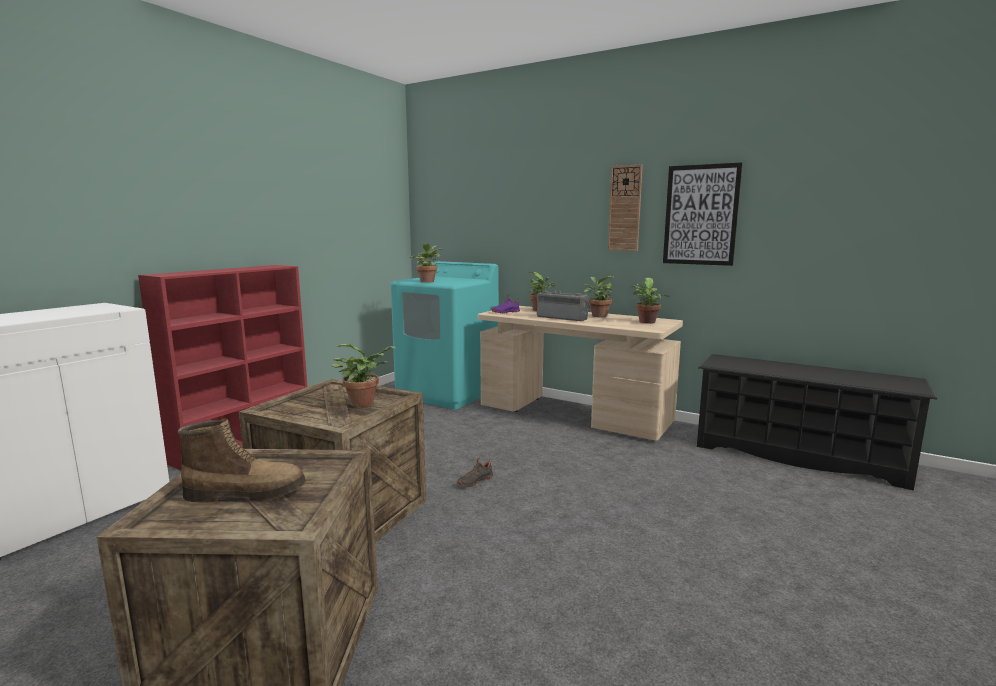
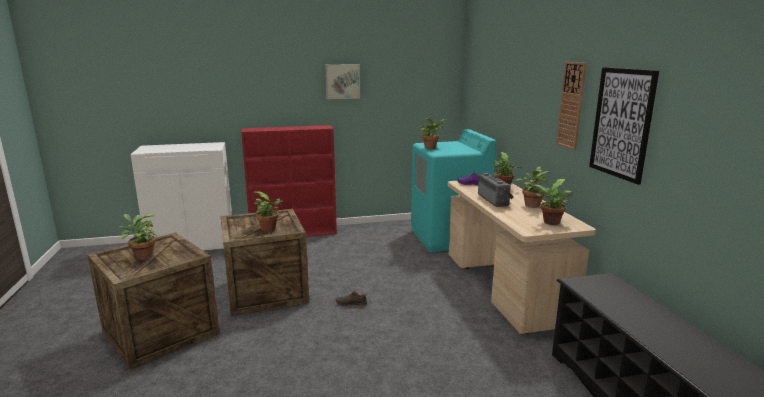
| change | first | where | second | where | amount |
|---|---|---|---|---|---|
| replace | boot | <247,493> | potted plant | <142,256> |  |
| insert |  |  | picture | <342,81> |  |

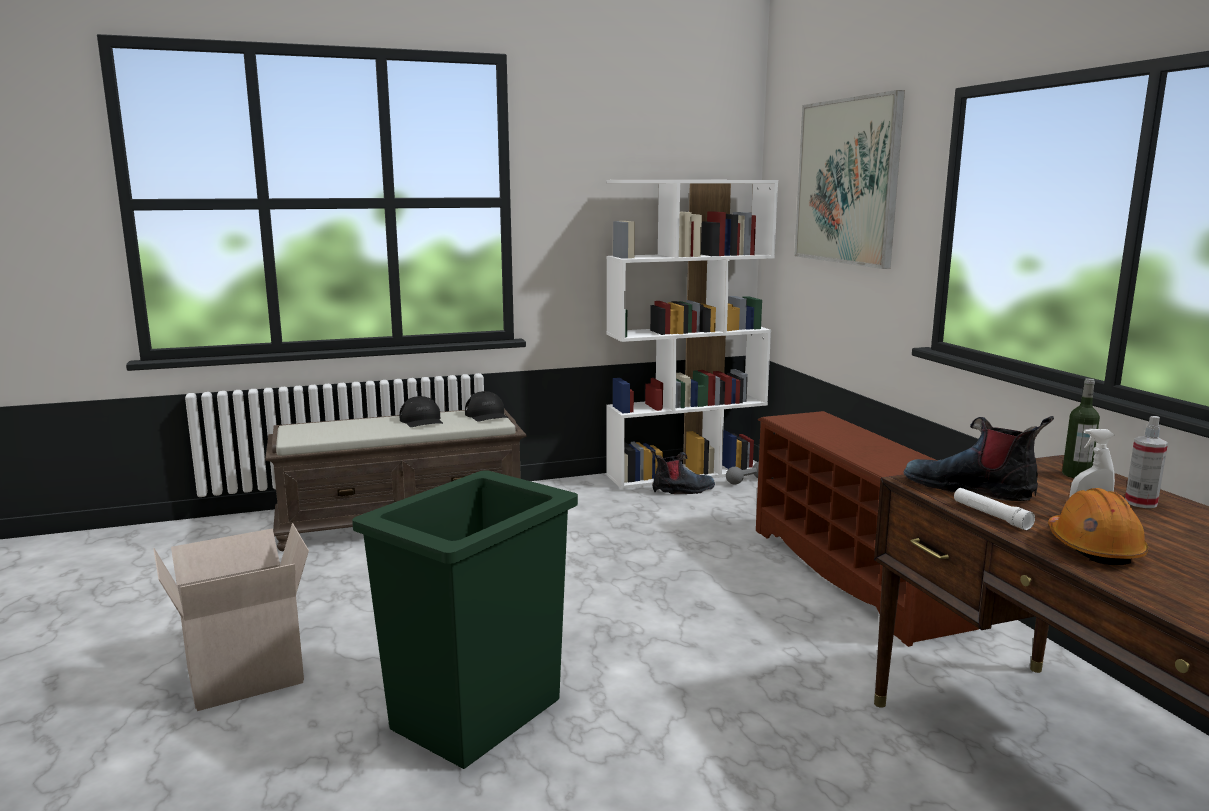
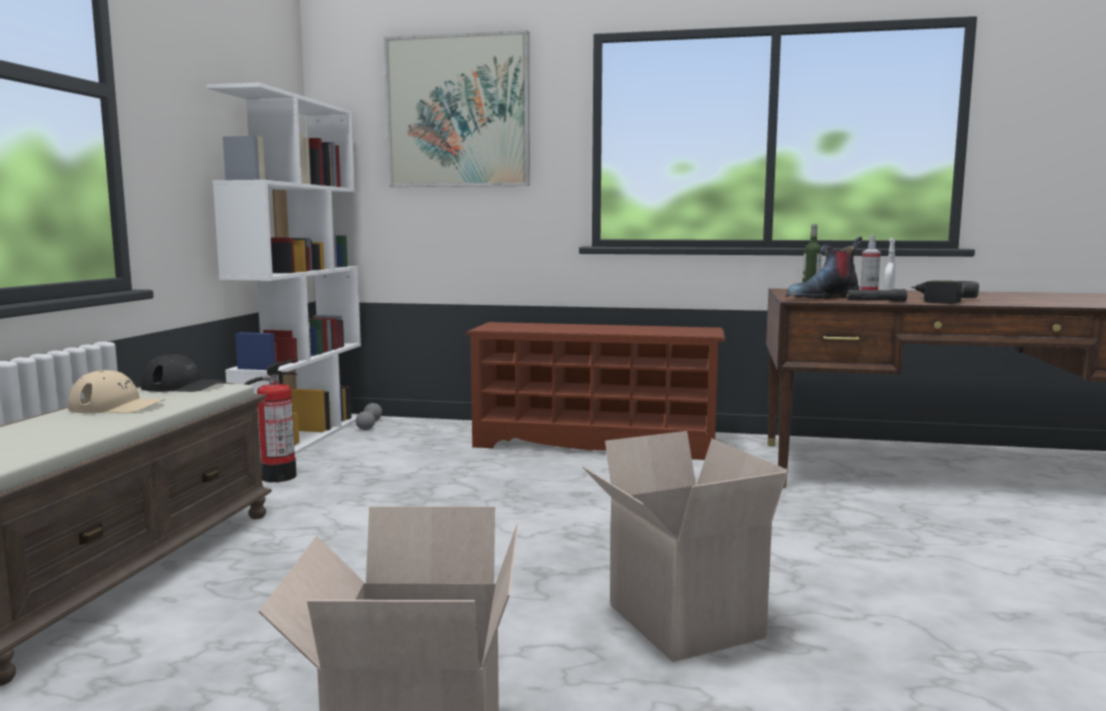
| change | first | where | second | where | amount |
|---|---|---|---|---|---|
| recolor | cap in black | <422,421> | cap in beige | <117,406> |  |
| insert |  |  | fire extinguisher | <278,477> |  |
| replace | trash can in green | <479,713> | cardboard box | <679,621> |  |
| recolor | flashlight in white | <991,516> | flashlight in black | <875,301> |  |
| replace | hard hat in orange | <1094,548> | power drill | <938,300> |  |
| delete | boot | <682,490> |  |  |  |

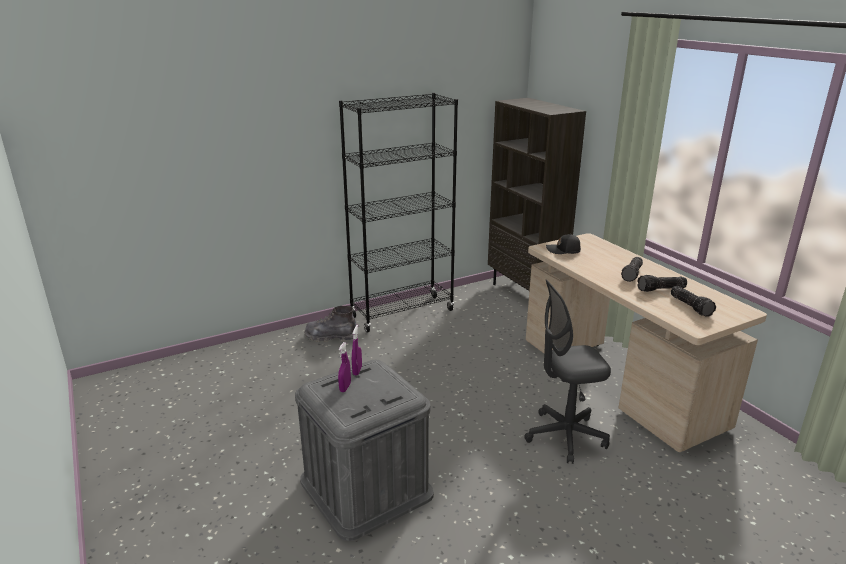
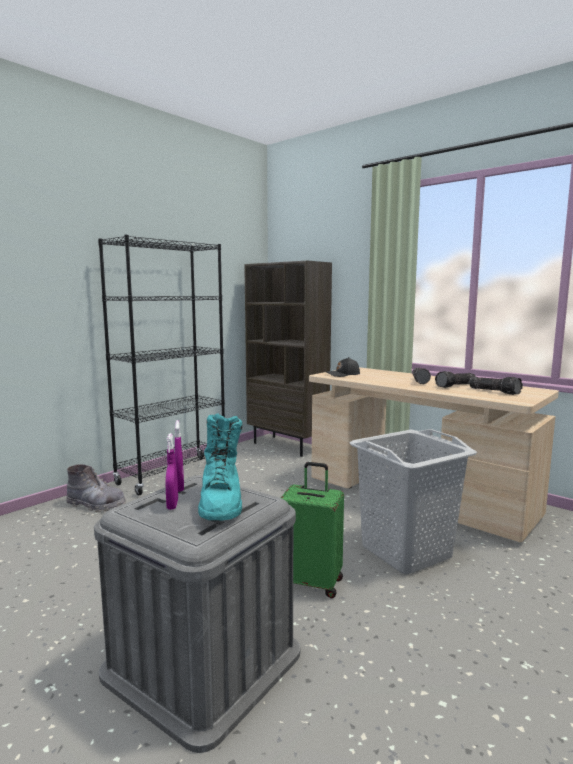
| change | first | where | second | where | amount |
|---|---|---|---|---|---|
| rotate | boot in grey | <331,337> |  | <96,505> | 150 degrees counterclockwise |
| insert |  |  | boot in turquoise | <221,503> |  |
| insert |  |  | suitcase in green | <311,582> |  |
| replace | office chair in grey | <565,436> | laundry basket in grey | <405,551> |  |

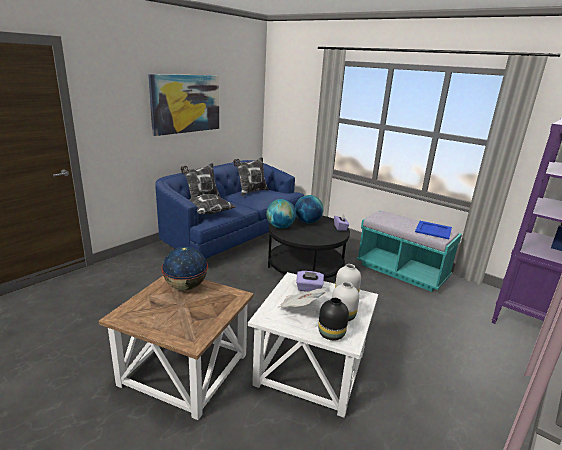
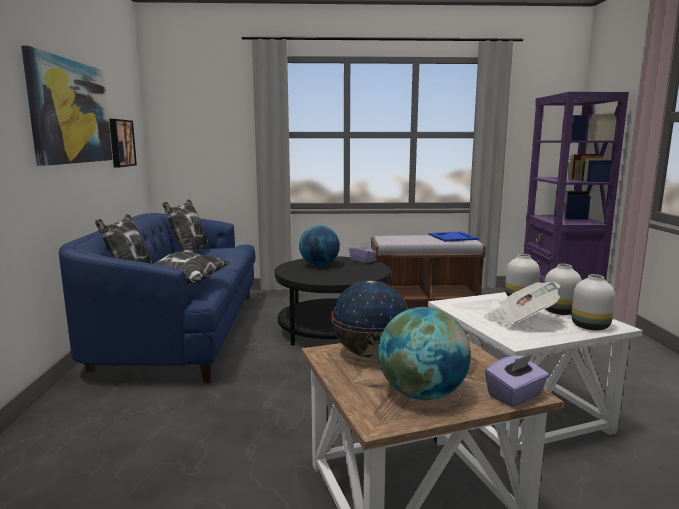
| change | first | where | second | where | amount |
|---|---|---|---|---|---|
| insert |  |  | picture | <120,143> |  |
| recolor | bench in turquoise | <401,271> | bench in brown | <423,300> |  |
| move | globe | <280,227> |  | <422,394> |  |
| move | tissue box in purple | <309,289> |  | <515,396> |  |
| recolor | vase in black | <331,334> | vase in white | <590,327> |  |

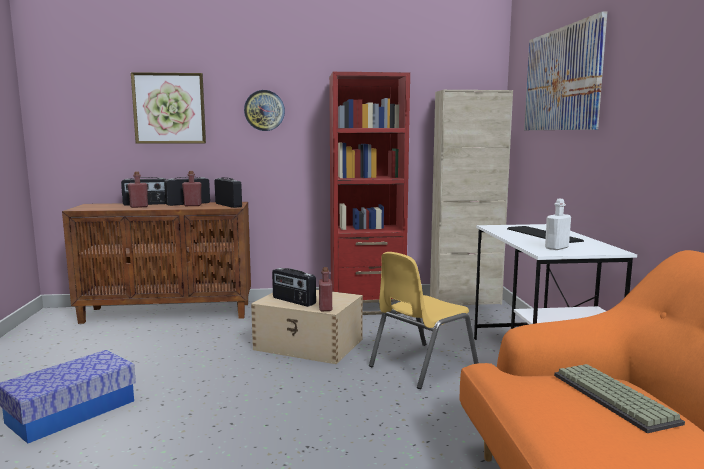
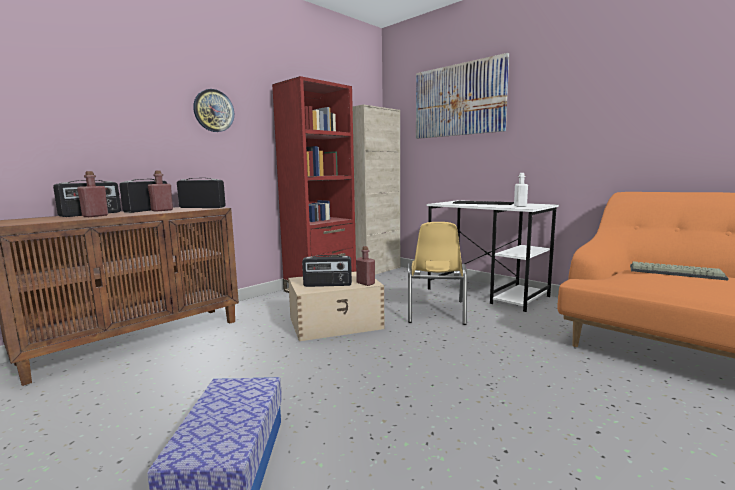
| change | first | where | second | where | amount |
|---|---|---|---|---|---|
| delete | picture | <169,108> |  |  |  |

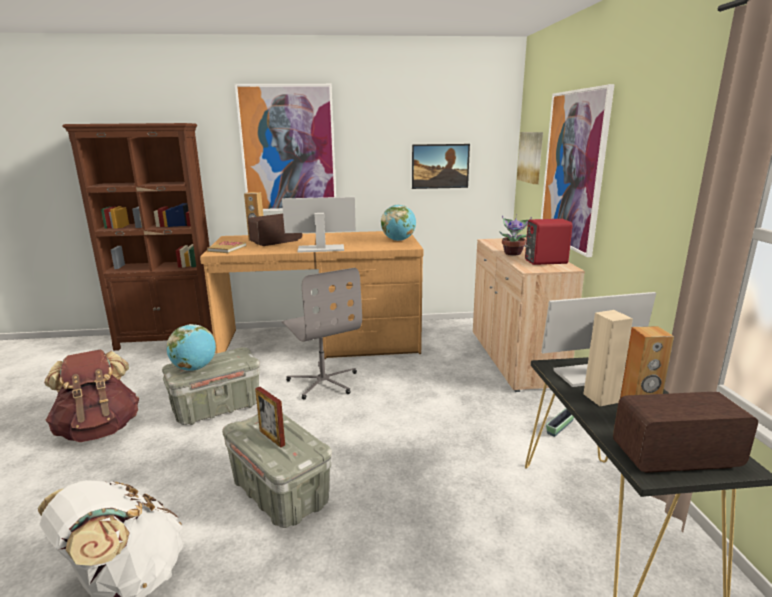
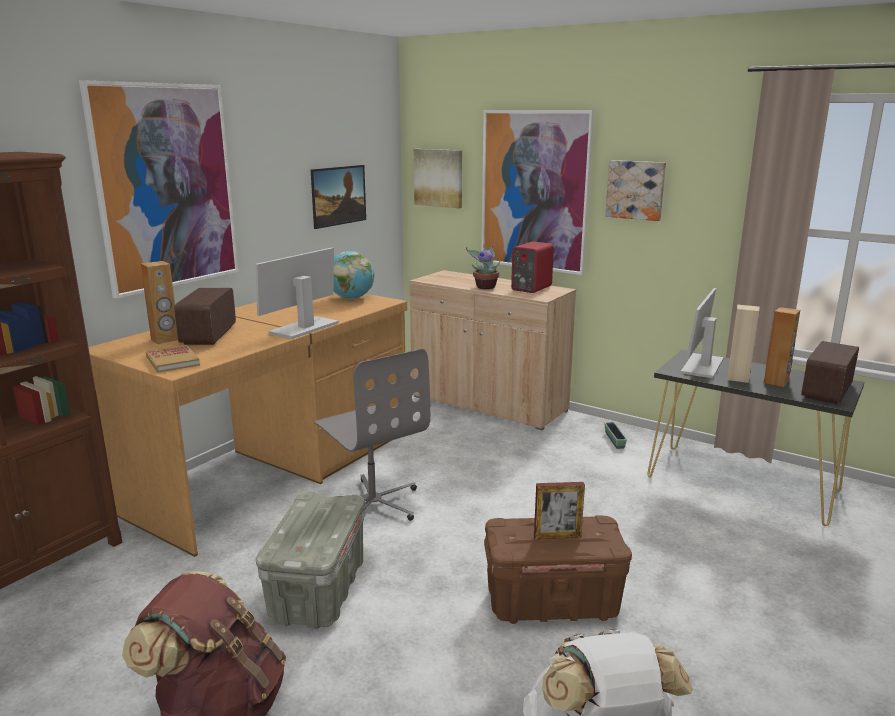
| change | first | where | second | where | amount |
|---|---|---|---|---|---|
| rotate | office chair in grey | <323,381> |  | <373,503> | 45 degrees clockwise |
| recolor | storage box in grey | <281,493> | storage box in brown | <553,602> |  |
| insert |  |  | picture | <636,190> |  |
| delete | globe | <194,368> |  |  |  |

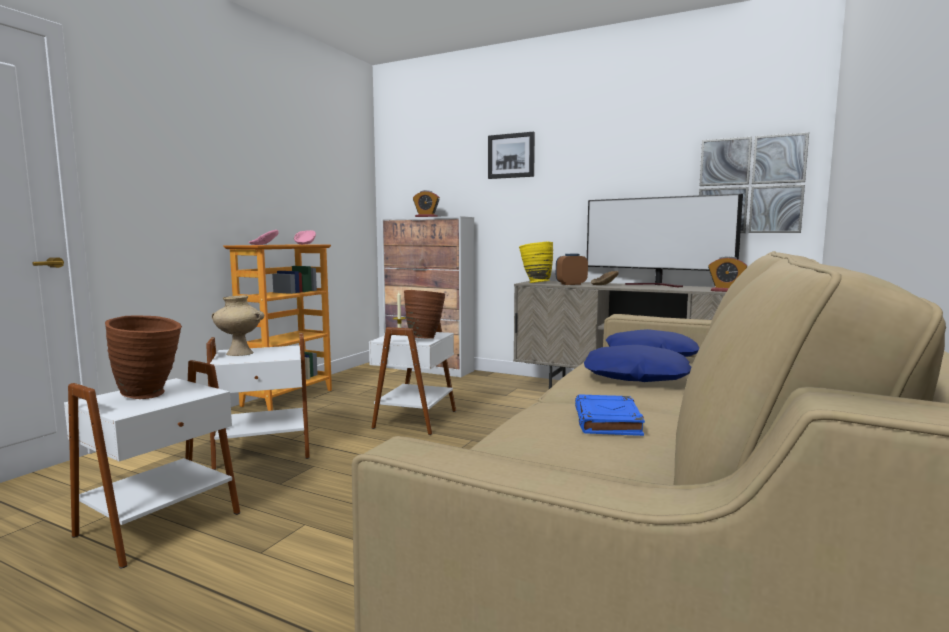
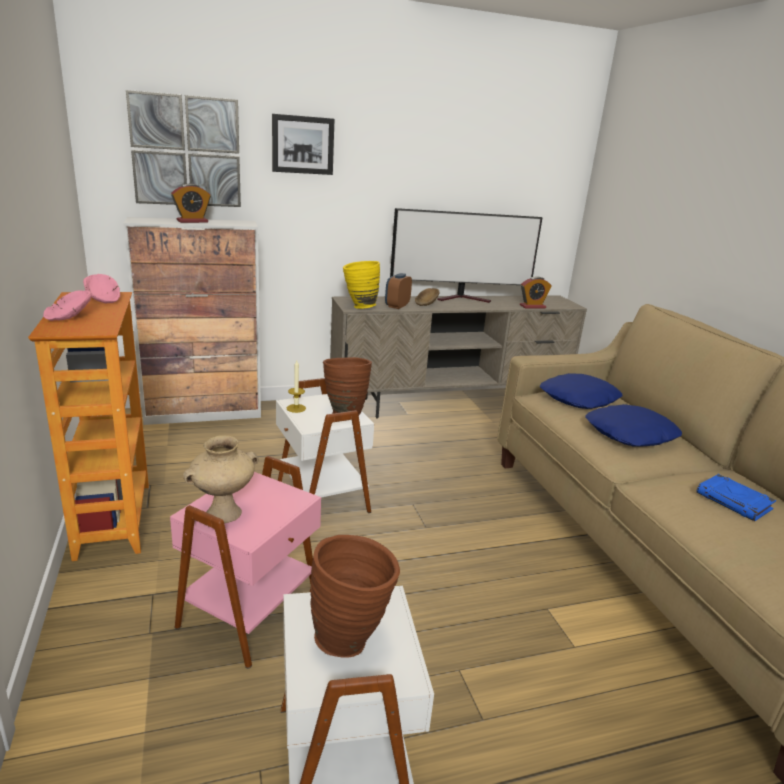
| change | first | where | second | where | amount |
|---|---|---|---|---|---|
| move | picture | <750,185> |  | <186,151> |  |
| recolor | side table in white | <263,451> | side table in pink | <252,612> |  |

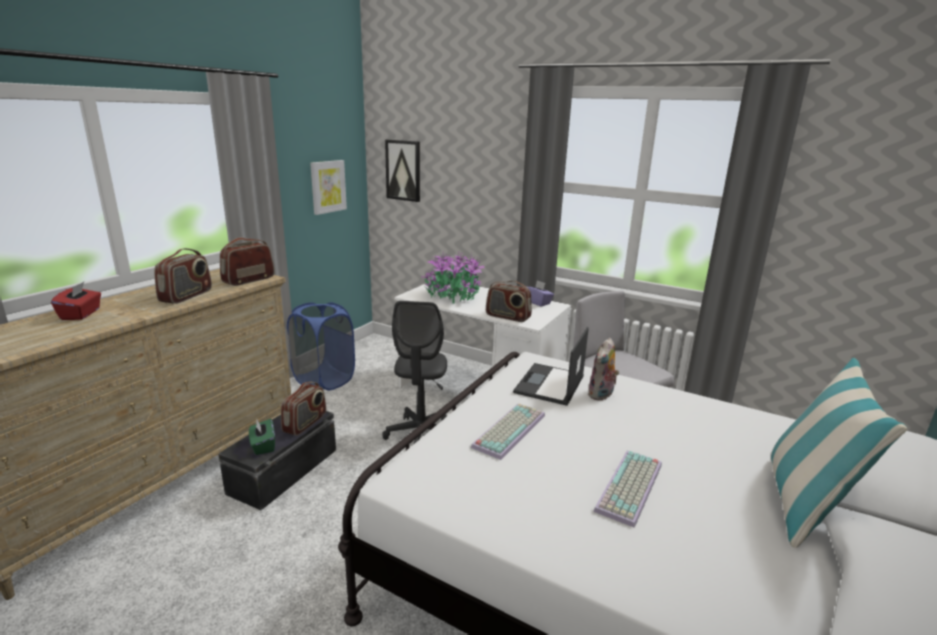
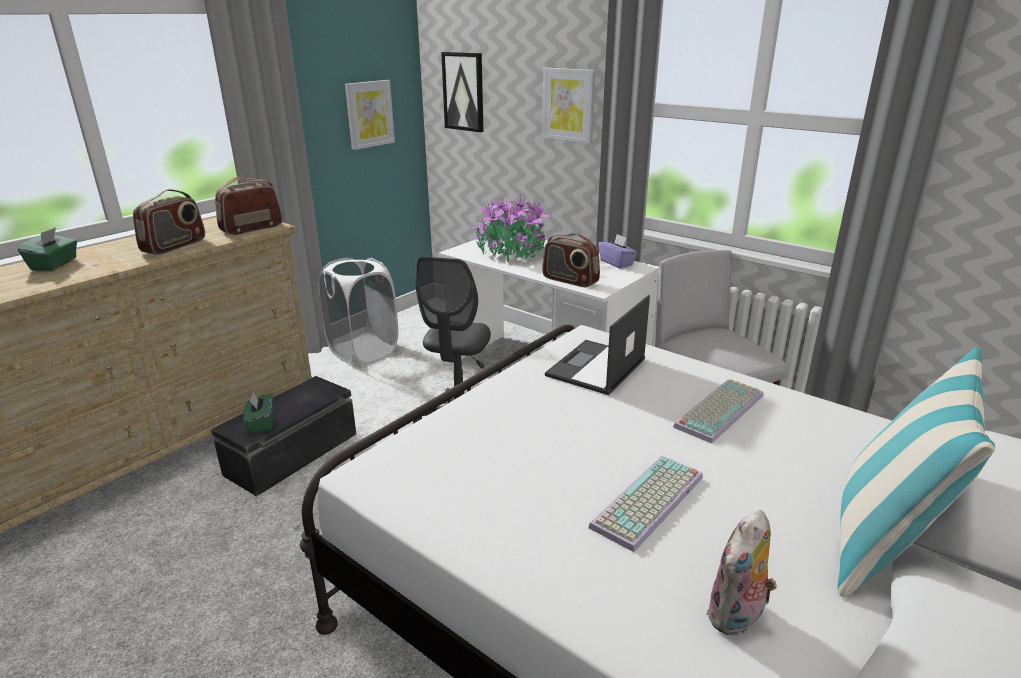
| change | first | where | second | where | amount |
|---|---|---|---|---|---|
| recolor | tissue box in red | <81,314> | tissue box in green | <55,264> |  |
| recolor | laundry basket in blue | <323,380> | laundry basket in white | <362,351> |  |
| insert |  |  | picture | <569,105> |  |
| move | keyboard | <508,430> |  | <718,409> |  |
| move | plush toy | <601,395> |  | <737,618> |  |
| delete | radio | <305,423> |  |  |  |

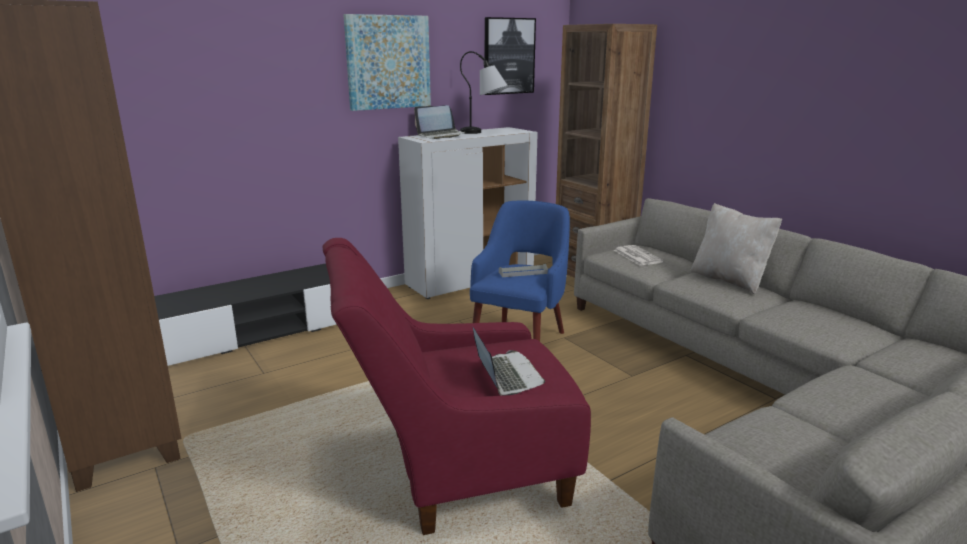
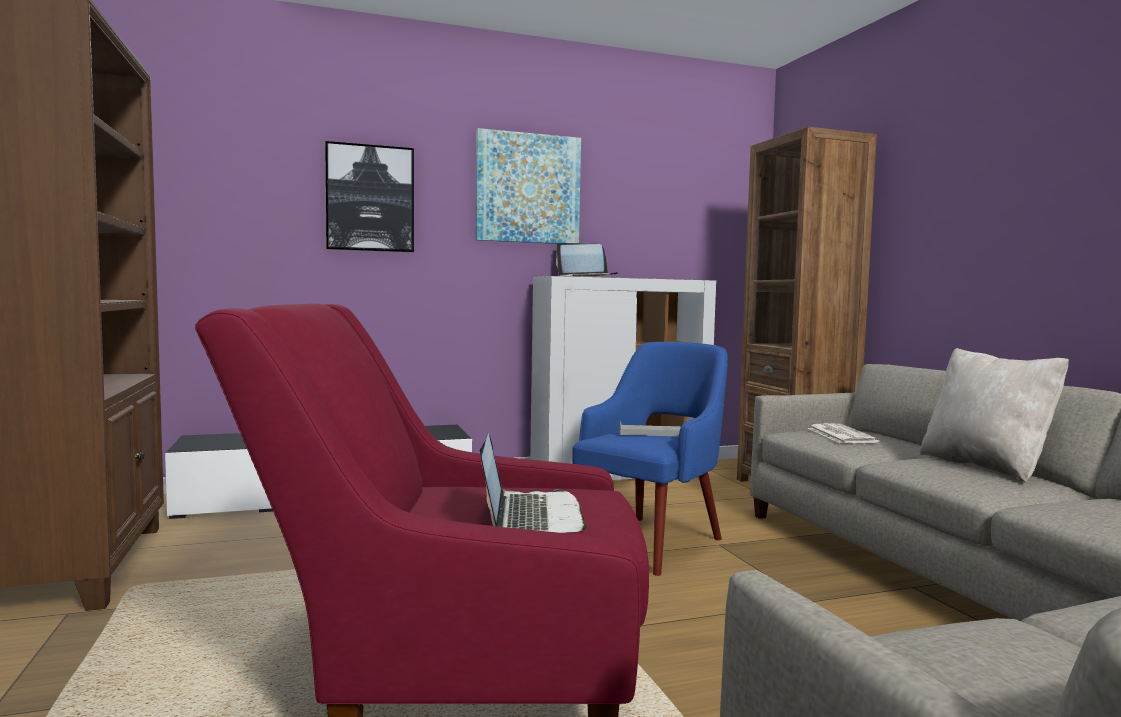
| change | first | where | second | where | amount |
|---|---|---|---|---|---|
| move | picture | <508,56> |  | <370,198> |  |
| delete | table lamp | <484,133> |  |  |  |

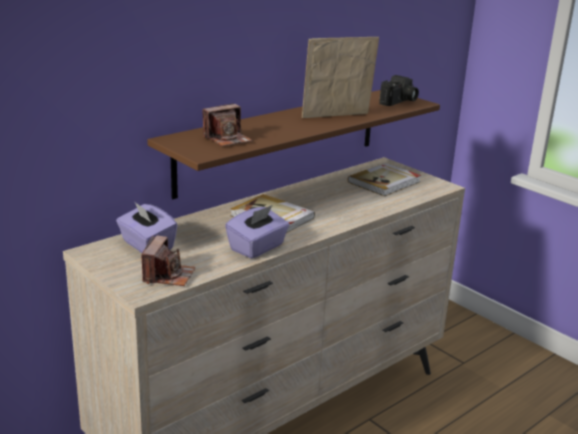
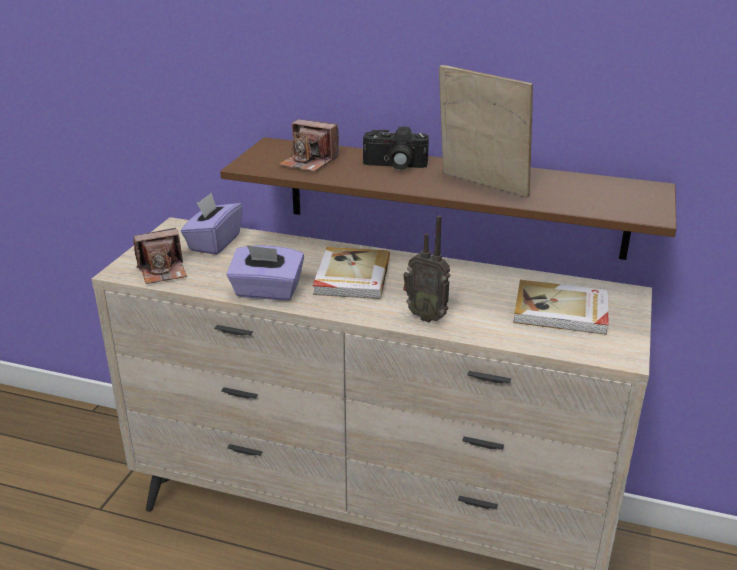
| change | first | where | second | where | amount |
|---|---|---|---|---|---|
| move | photo camera | <399,102> |  | <394,165> |  |
| insert |  |  | radio | <426,316> |  |

